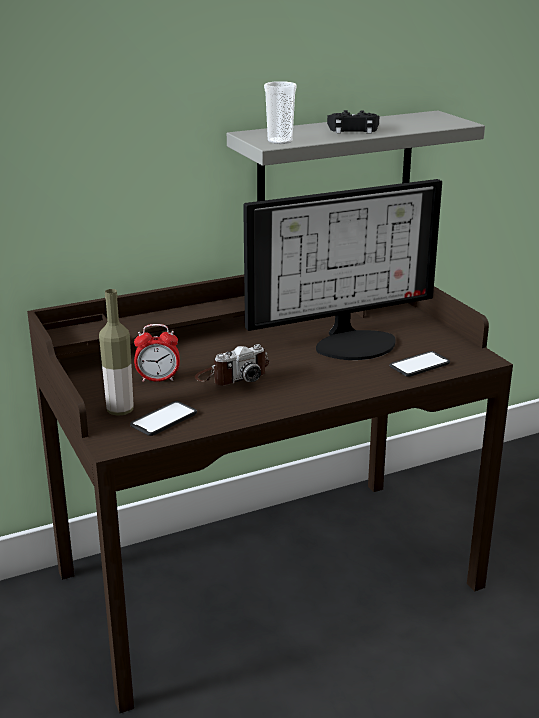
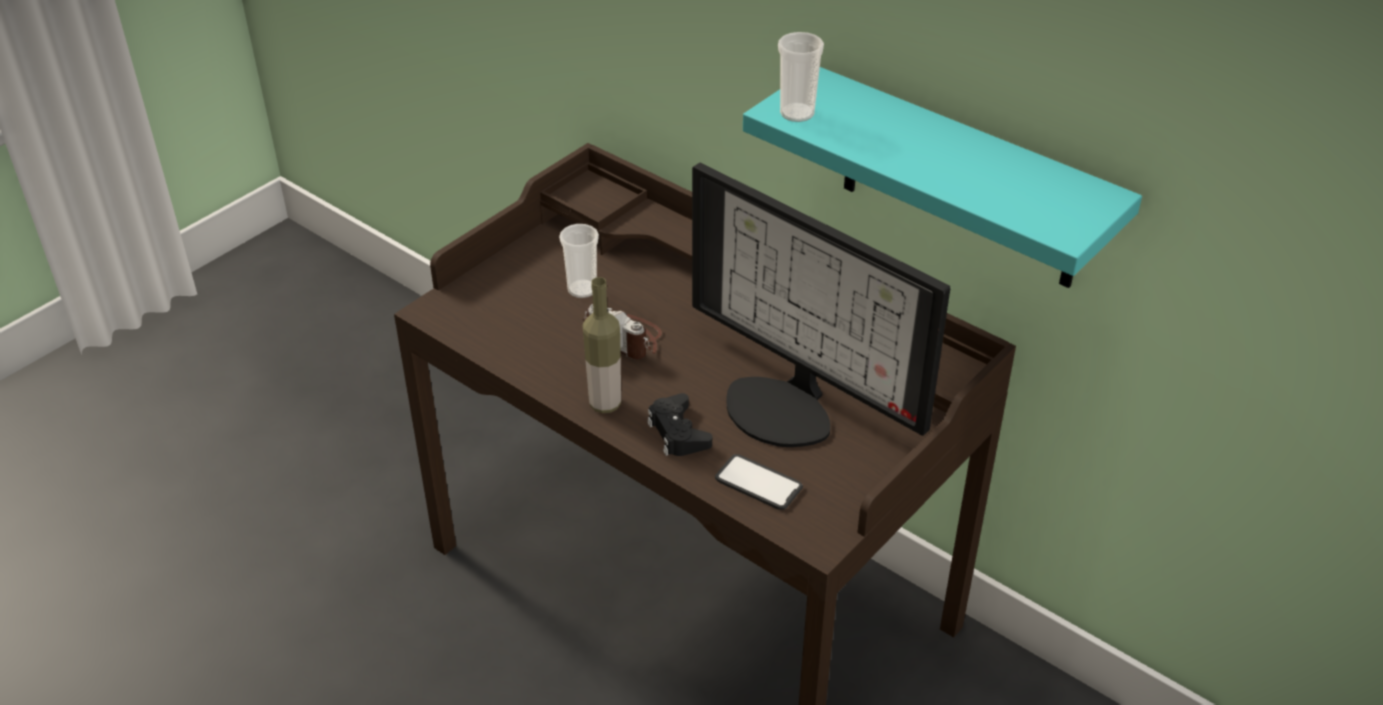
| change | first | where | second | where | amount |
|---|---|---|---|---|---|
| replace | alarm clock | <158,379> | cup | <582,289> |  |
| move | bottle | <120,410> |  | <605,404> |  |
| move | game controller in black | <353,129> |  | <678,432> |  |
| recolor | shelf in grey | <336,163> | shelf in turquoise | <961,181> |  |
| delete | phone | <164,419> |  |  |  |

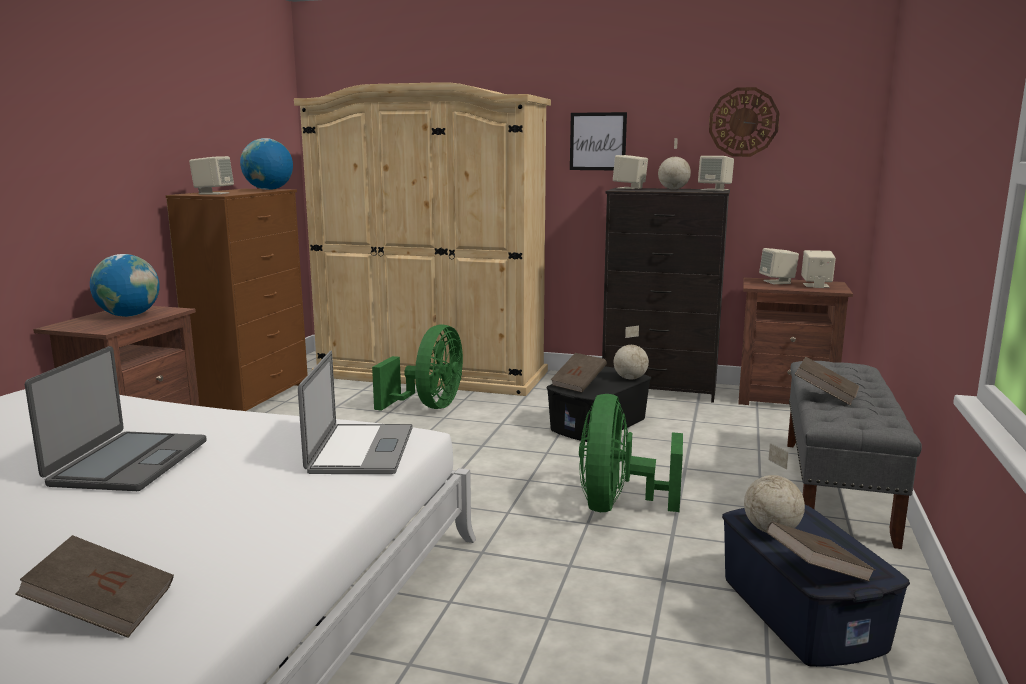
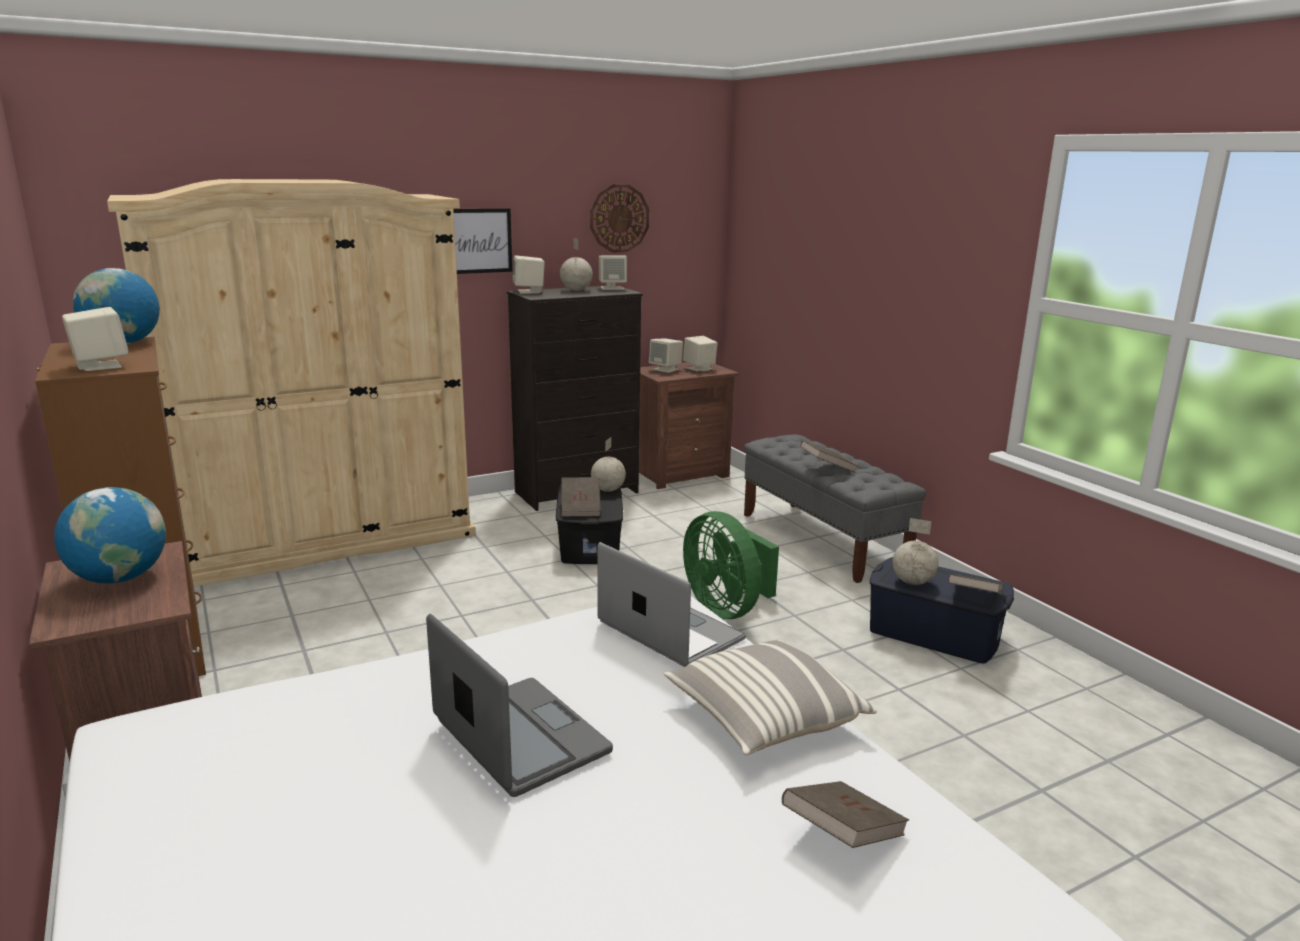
| change | first | where | second | where | amount |
|---|---|---|---|---|---|
| insert |  |  | pillow | <764,718> |  |
| delete | fan in green | <429,406> |  |  |  |

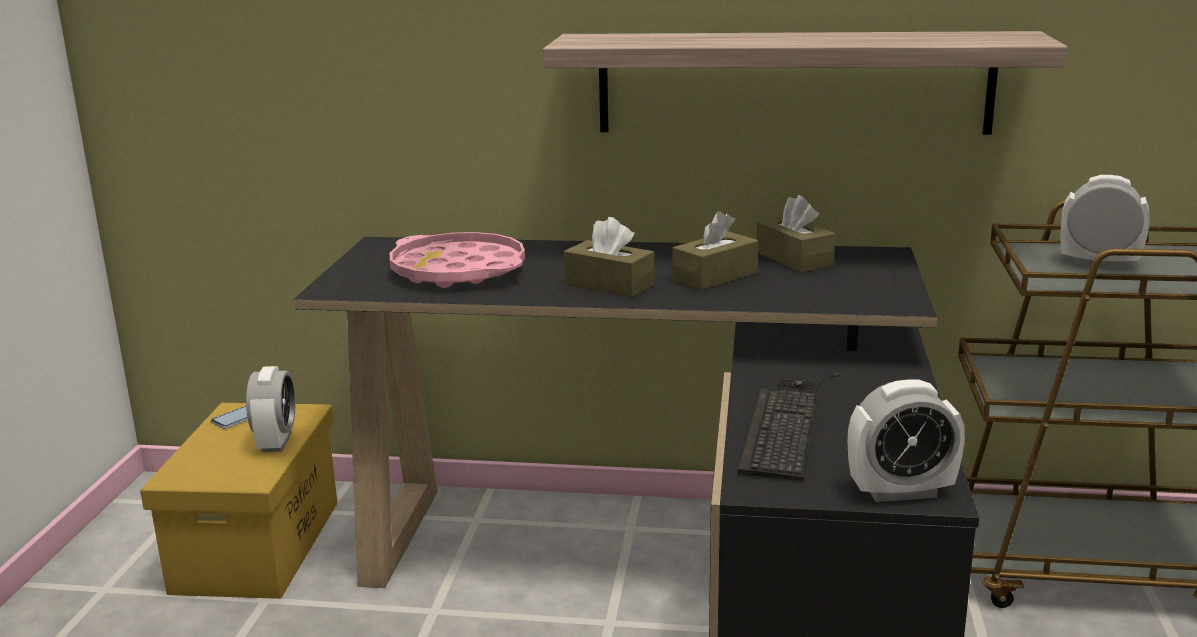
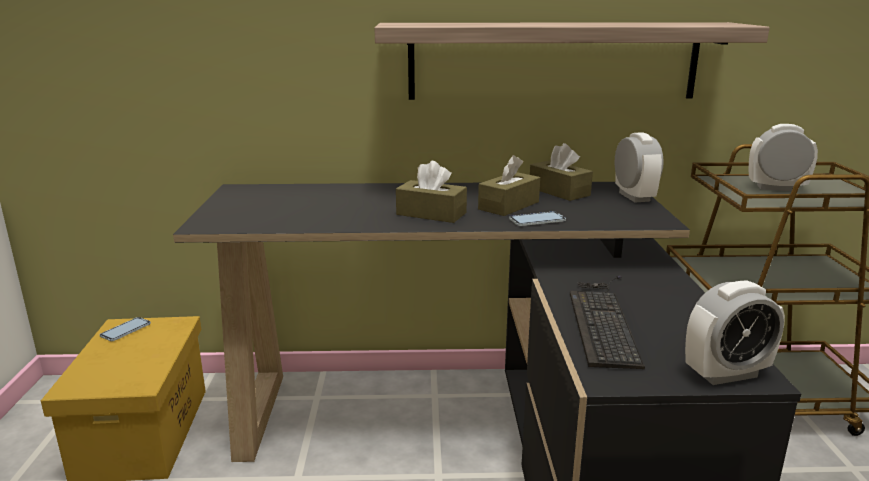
| change | first | where | second | where | amount |
|---|---|---|---|---|---|
| insert |  |  | phone | <537,220> |  |
| move | alarm clock | <276,442> |  | <634,197> |  |
| delete | tray in pink | <458,271> |  |  |  |

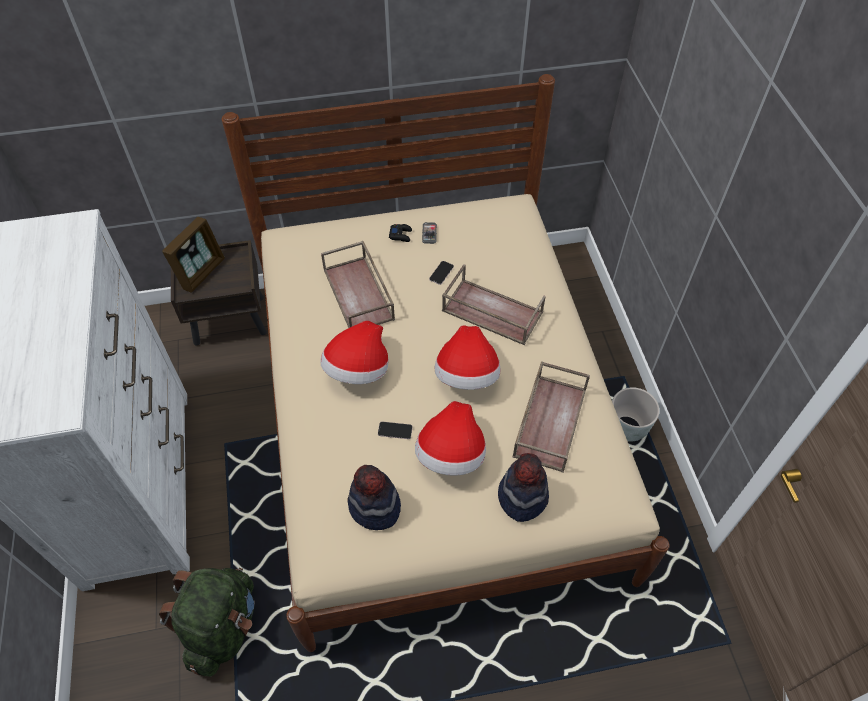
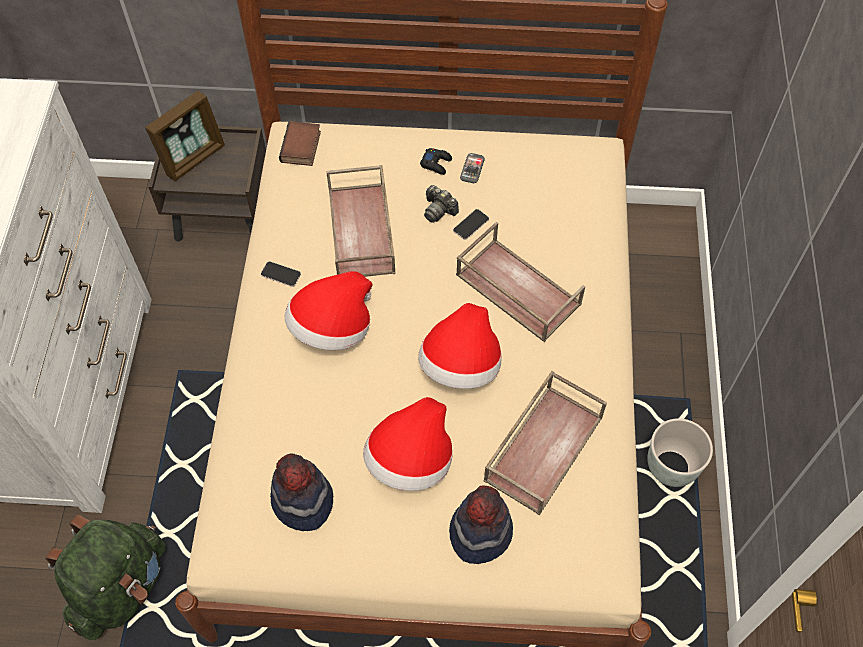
| change | first | where | second | where | amount |
|---|---|---|---|---|---|
| move | phone | <395,430> |  | <281,274> |  |
| insert |  |  | book | <302,147> |  |
| insert |  |  | photo camera | <439,210> |  |

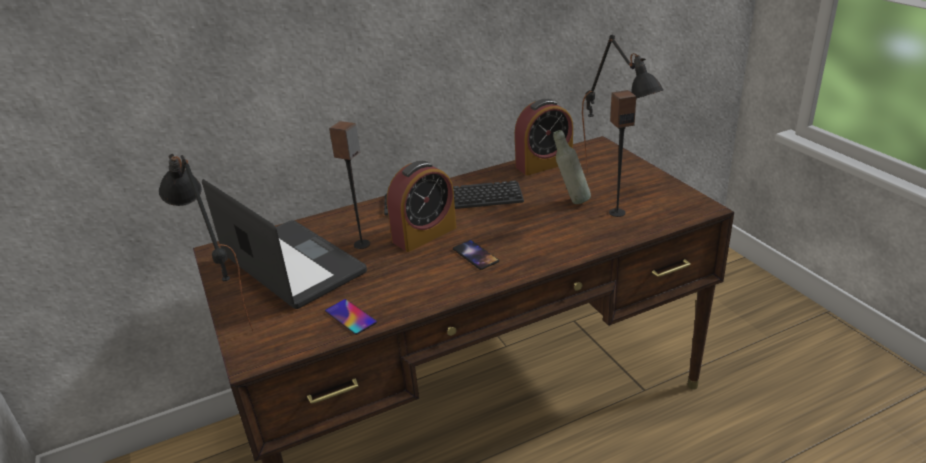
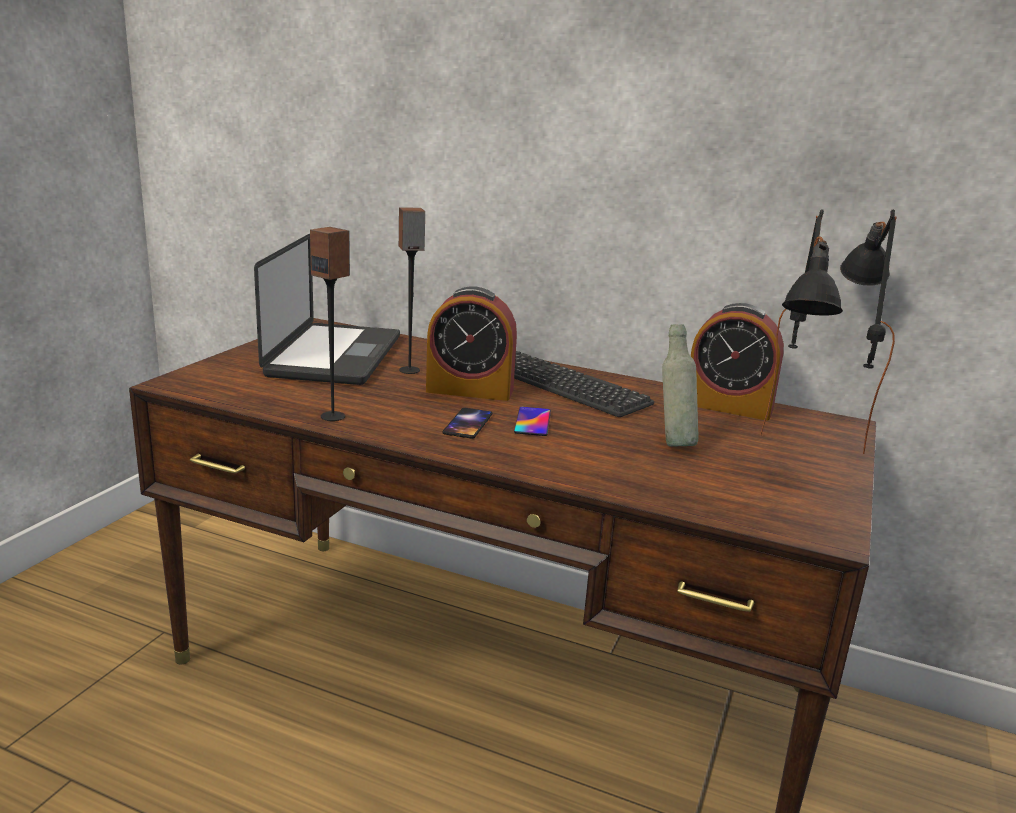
| change | first | where | second | where | amount |
|---|---|---|---|---|---|
| move | speaker | <617,212> |  | <333,416> |  |
| move | phone | <350,317> |  | <532,422> |  |
| move | table lamp in black | <225,316> |  | <838,432> |  |

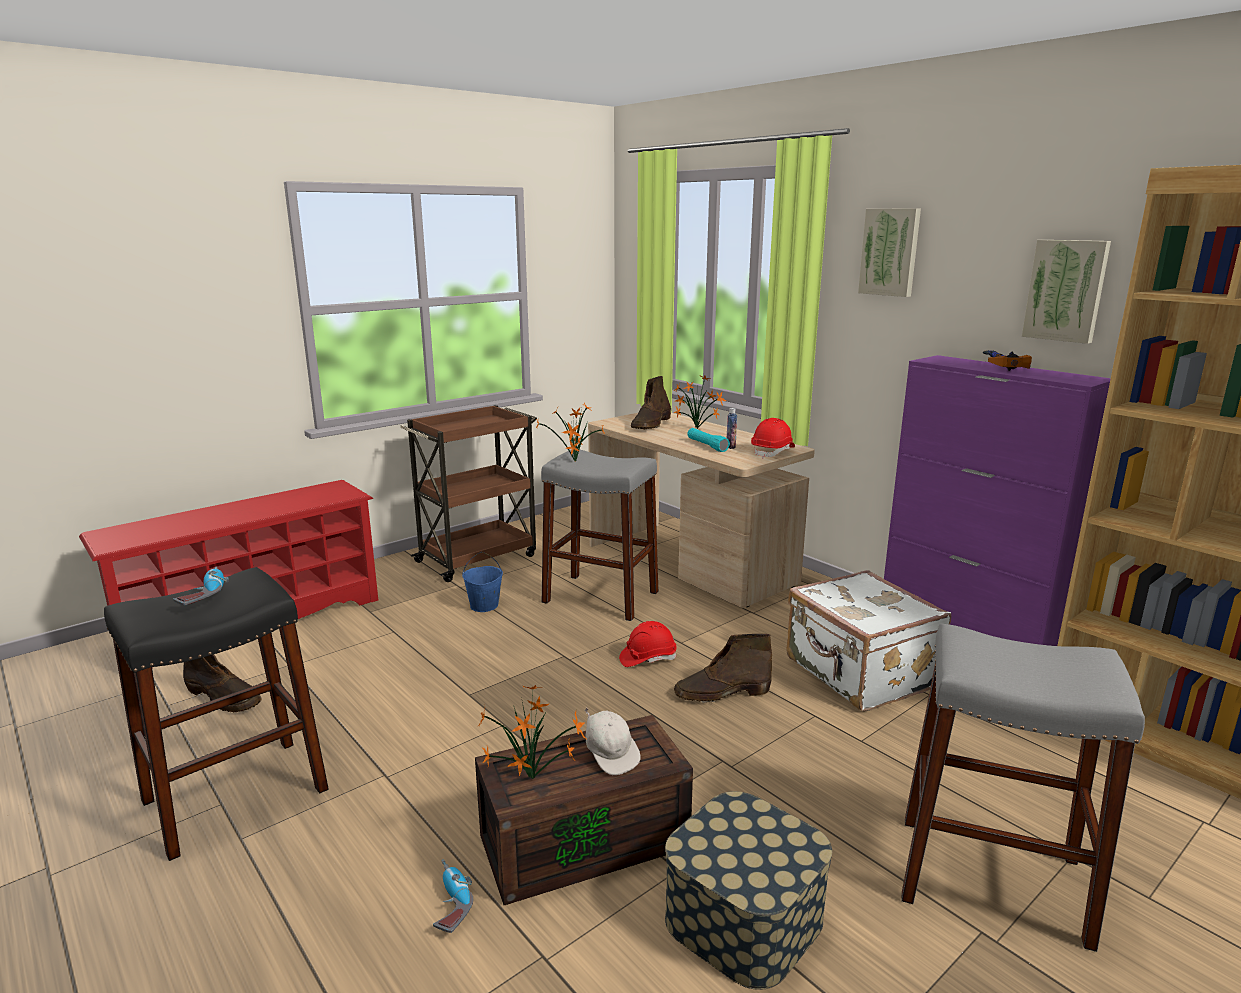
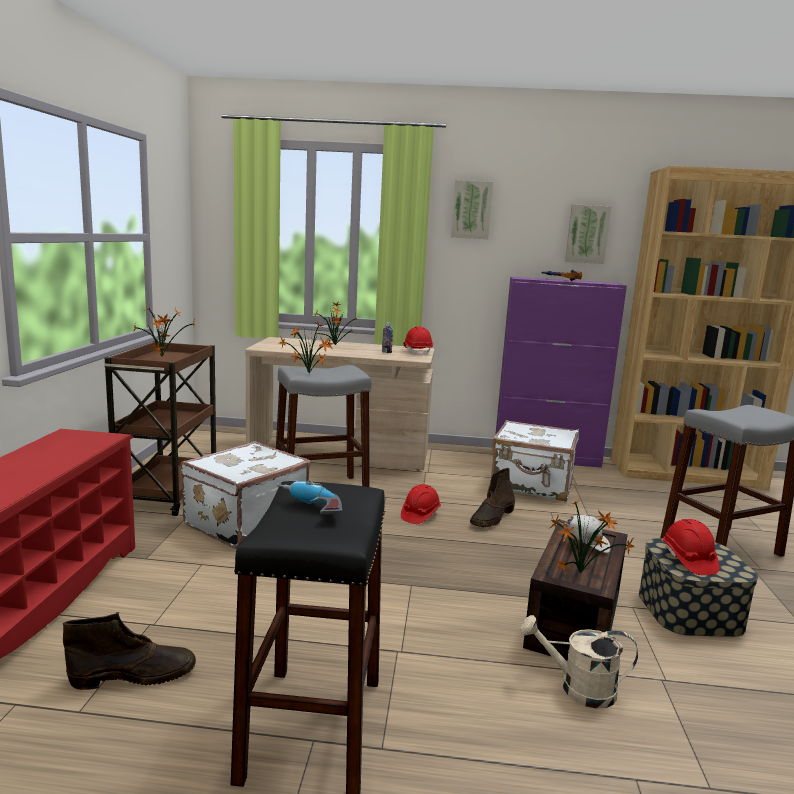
| change | first | where | second | where | amount |
|---|---|---|---|---|---|
| insert |  |  | potted plant | <162,357> |  |
| replace | bucket in blue | <484,606> | suitcase in white | <244,522> |  |
| replace | power drill | <449,903> | watering can in beige | <577,689> |  |
| insert |  |  | hard hat in red | <688,560> |  |
| delete | boot in brown | <651,424> |  |  |  |
| delete | flashlight in turquoise | <707,446> |  |  |  |

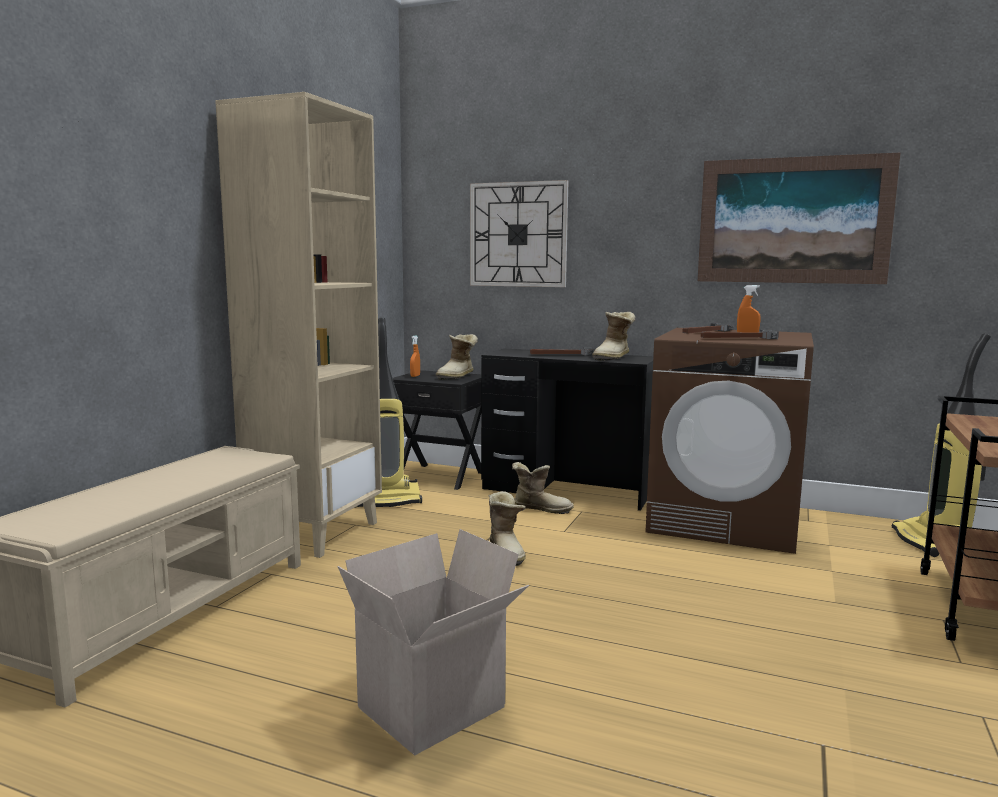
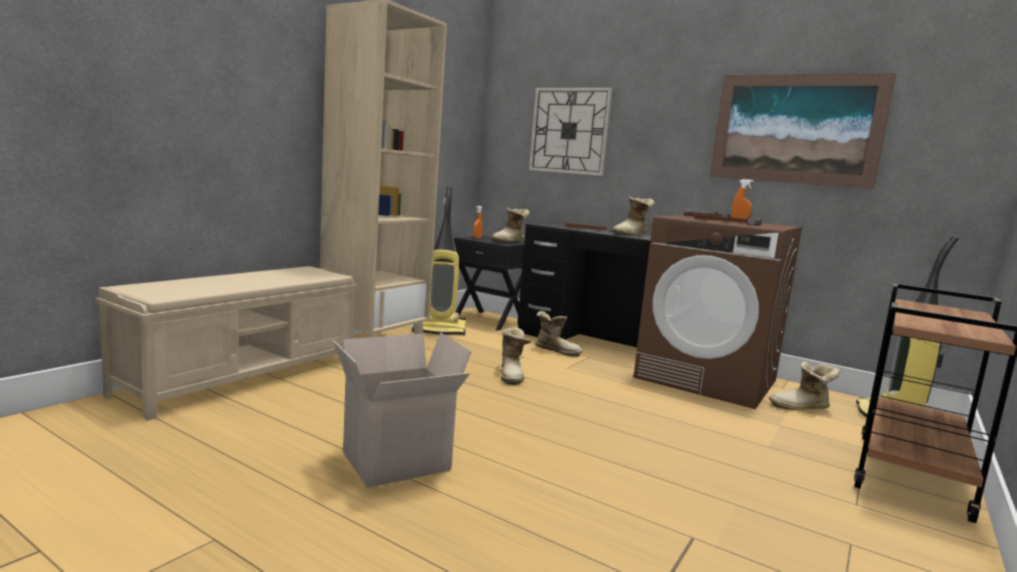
| change | first | where | second | where | amount |
|---|---|---|---|---|---|
| insert |  |  | boot | <801,408> |  |

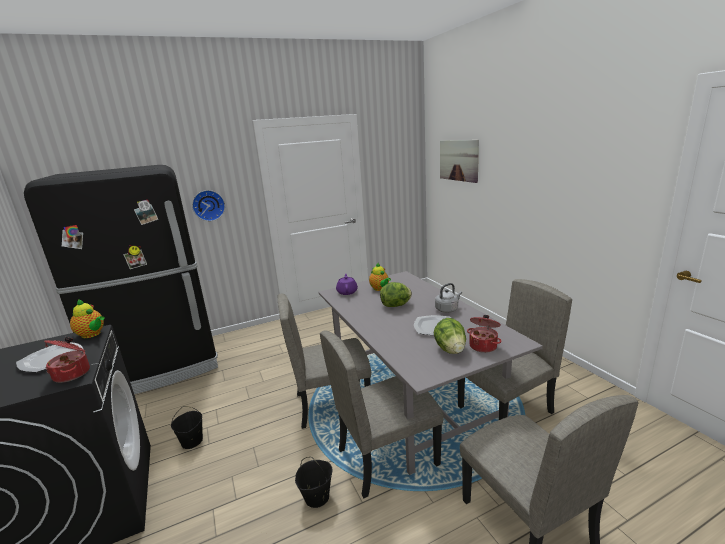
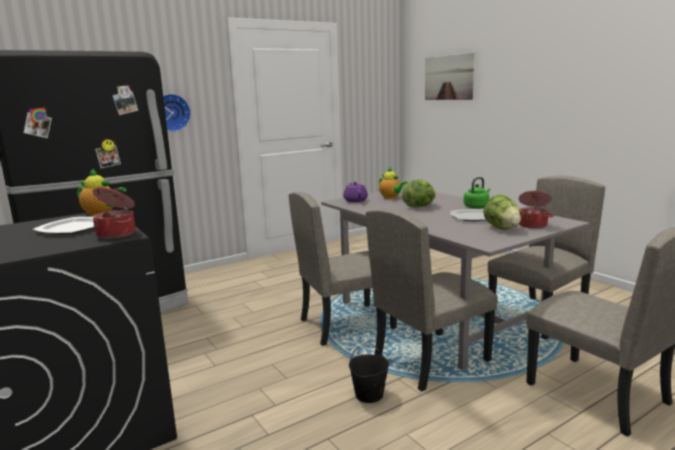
| change | first | where | second | where | amount |
|---|---|---|---|---|---|
| recolor | kettle in grey | <447,309> | kettle in green | <477,207> |  |
| delete | bucket in black | <192,441> |  |  |  |

